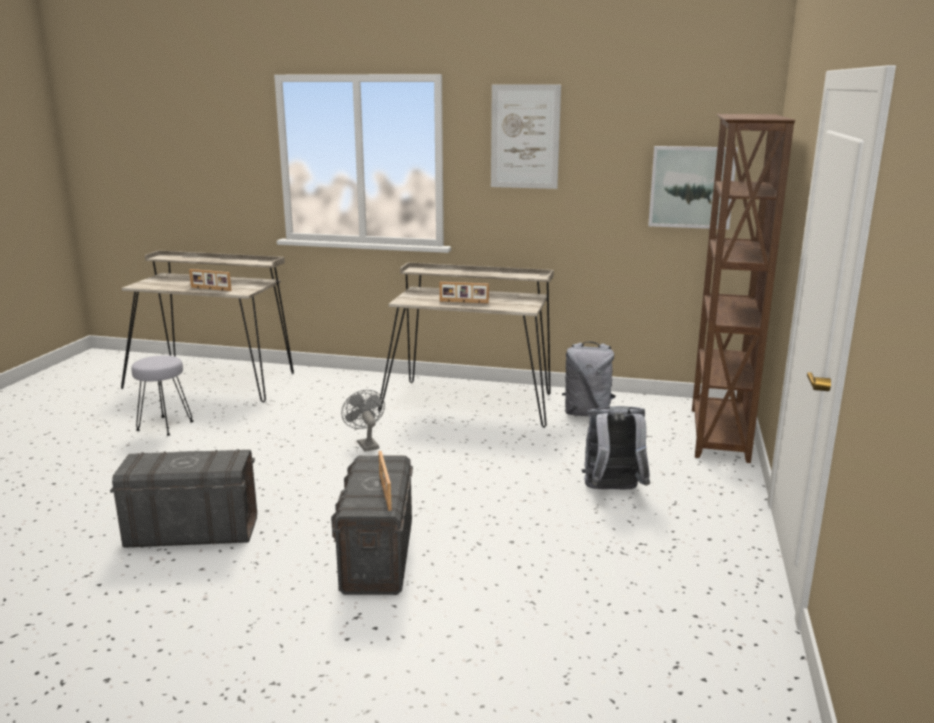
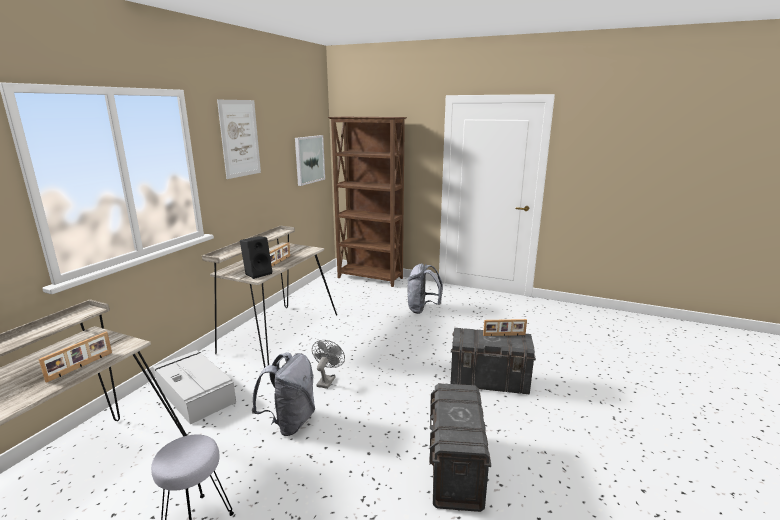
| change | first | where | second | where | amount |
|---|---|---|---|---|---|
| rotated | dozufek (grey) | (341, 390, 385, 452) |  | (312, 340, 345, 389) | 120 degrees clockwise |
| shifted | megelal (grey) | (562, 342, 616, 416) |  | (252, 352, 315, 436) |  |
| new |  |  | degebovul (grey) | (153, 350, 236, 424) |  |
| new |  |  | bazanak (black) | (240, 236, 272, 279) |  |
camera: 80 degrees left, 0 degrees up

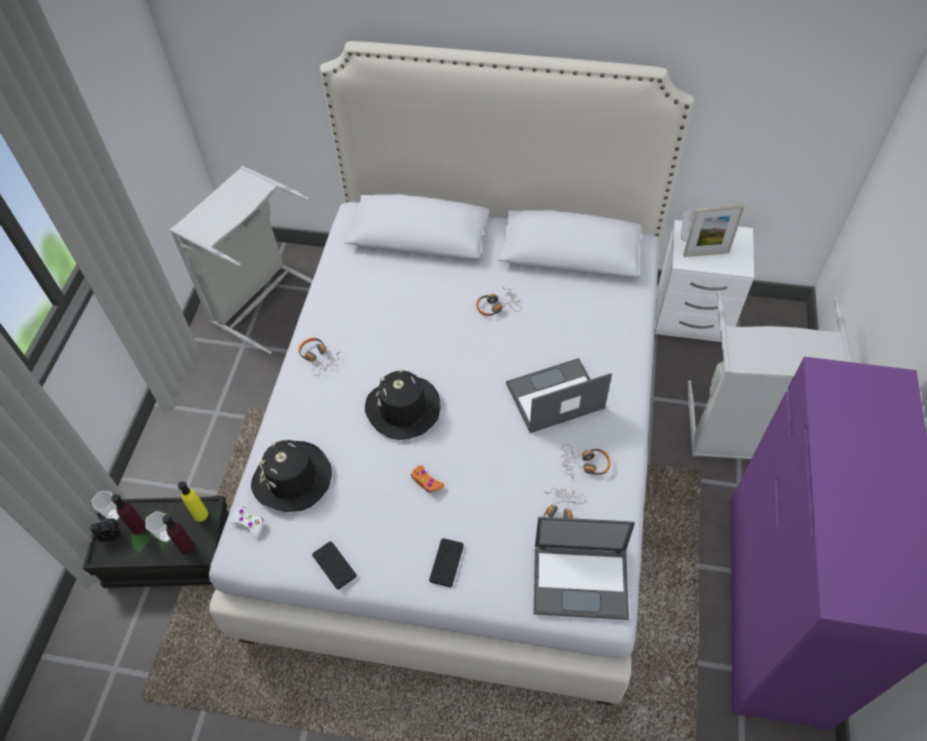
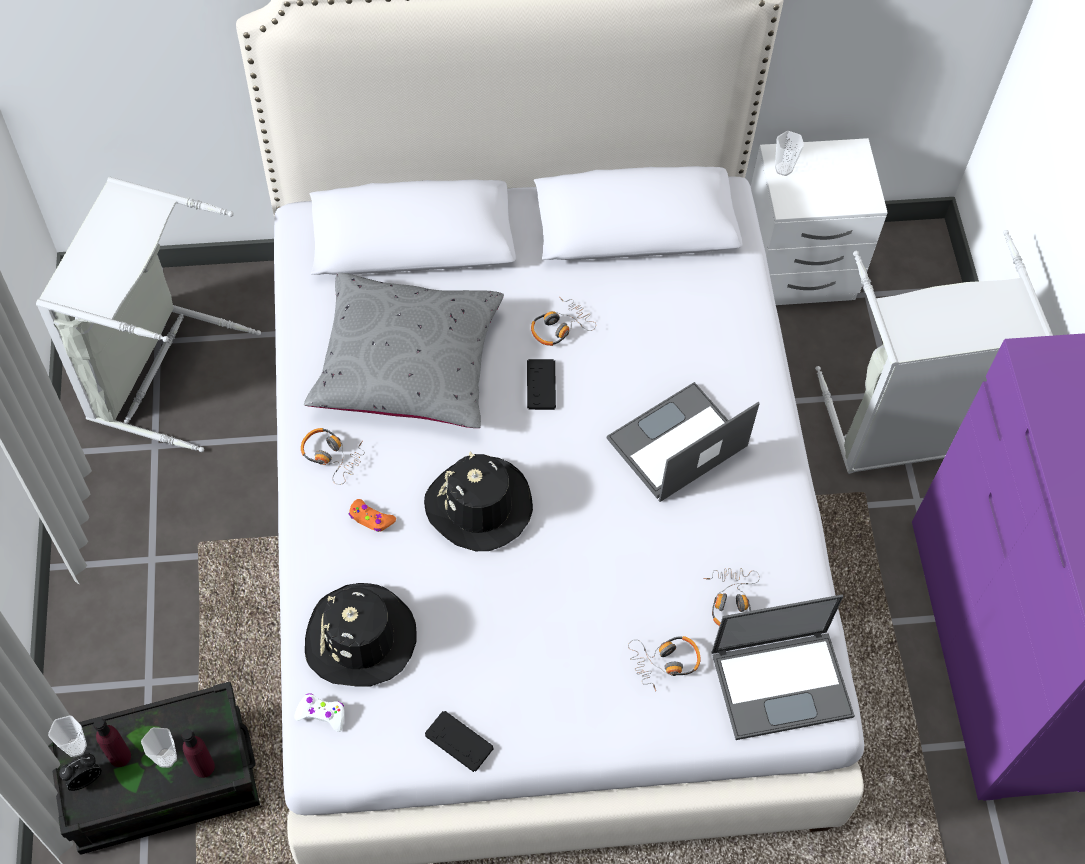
| change | first | where | second | where | amount |
|---|---|---|---|---|---|
| gone | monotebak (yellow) | (178, 481, 208, 522) |  |  |  |
| shifted | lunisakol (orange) | (411, 465, 444, 493) |  | (349, 499, 396, 532) |  |
| shifted | lunisakol (black) | (429, 538, 464, 587) |  | (527, 359, 556, 410) |  |
| shifted | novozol | (561, 444, 610, 478) |  | (628, 636, 701, 691) |  |
| gone | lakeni | (683, 205, 745, 257) |  |  |  |
| new |  |  | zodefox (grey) | (304, 273, 504, 428) |  |
camera: 20 degrees left, 5 degrees up

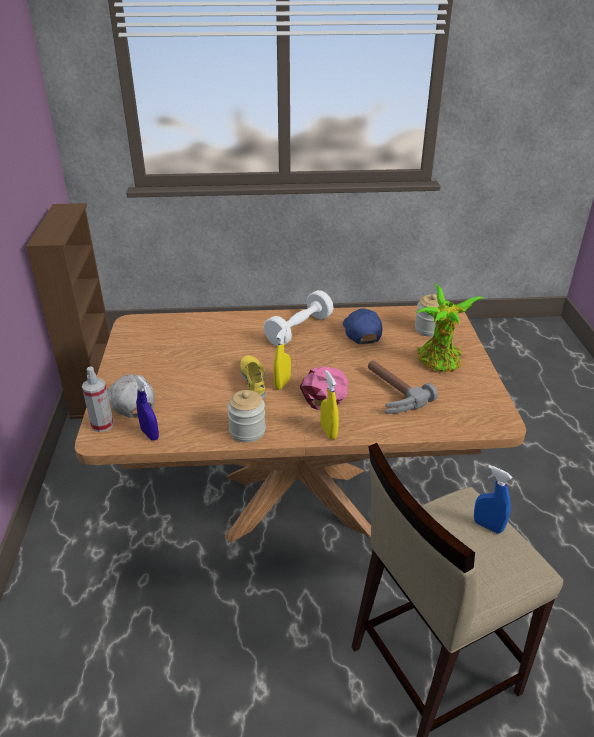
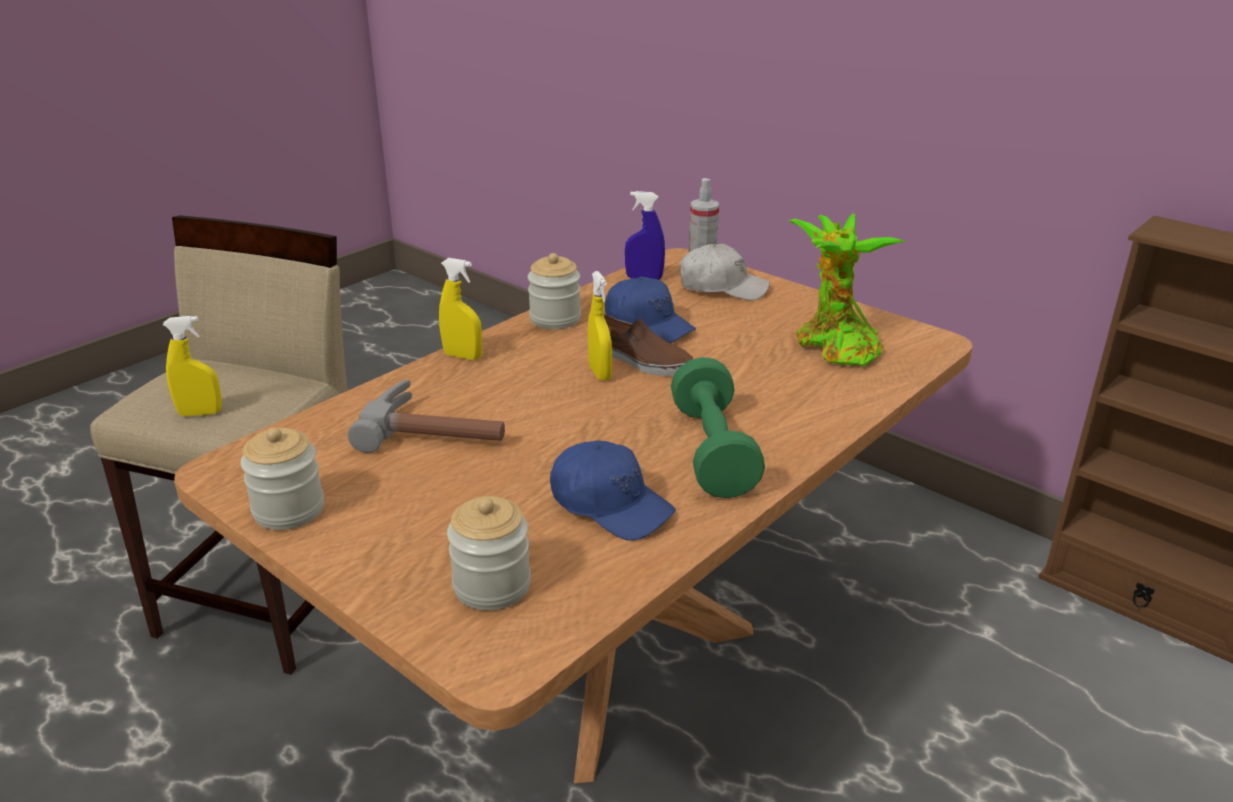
| change | first | where | second | where | amount |
|---|---|---|---|---|---|
| repainted | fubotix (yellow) | (240, 355, 266, 399) | fubotix (brown) | (604, 314, 693, 376) |  |
| repainted | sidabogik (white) | (264, 290, 334, 346) | sidabogik (green) | (671, 357, 765, 498) |  |
| gone | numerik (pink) | (300, 366, 348, 410) |  |  |  |
| shifted | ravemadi | (417, 284, 484, 372) |  | (789, 213, 906, 367) |  |
| repainted | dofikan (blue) | (474, 465, 512, 533) | dofikan (yellow) | (163, 316, 222, 416) |  |
| new |  |  | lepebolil | (240, 427, 324, 530) |  |
| new |  |  | numerik (blue) | (605, 277, 696, 343) |  |
camera: 135 degrees right, 5 degrees down

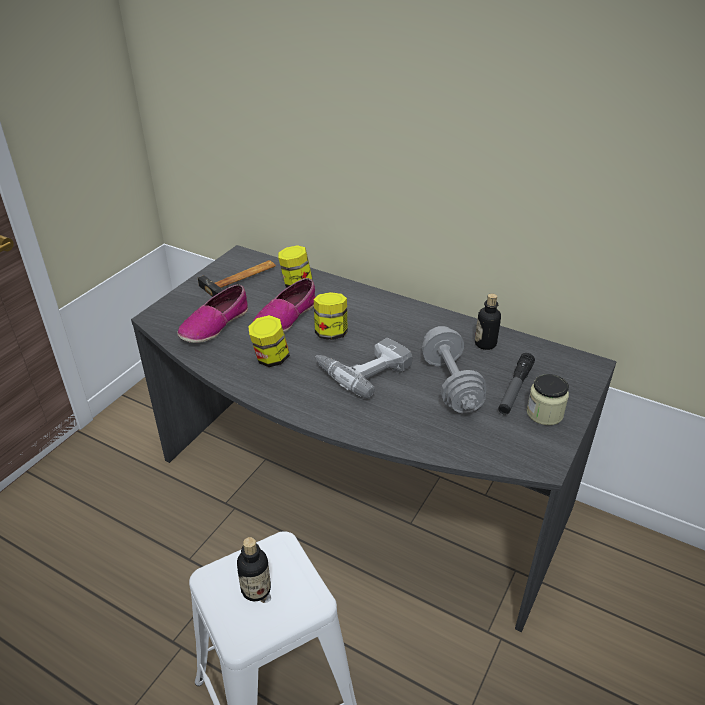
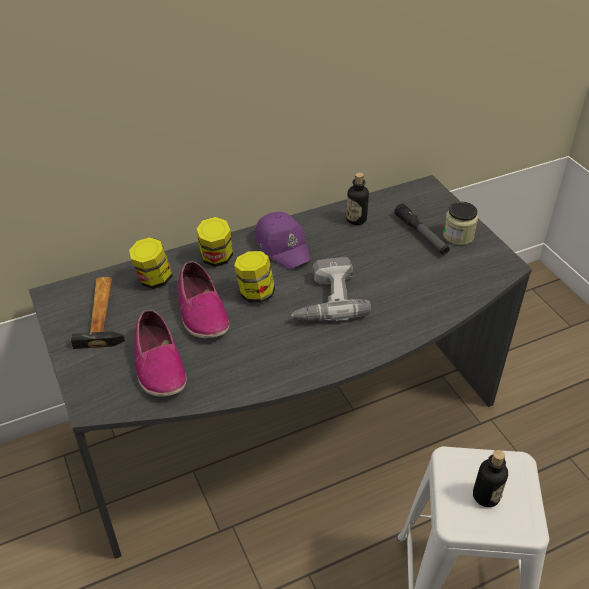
| change | first | where | second | where | amount |
|---|---|---|---|---|---|
| shifted | lepebolil | (248, 315, 290, 367) |  | (196, 217, 233, 267) |  |
| gone | sidabogik (grey) | (422, 326, 486, 413) |  |  |  |
| new |  |  | numerik (purple) | (255, 212, 311, 269) |  |
camera: 55 degrees left, 5 degrees up

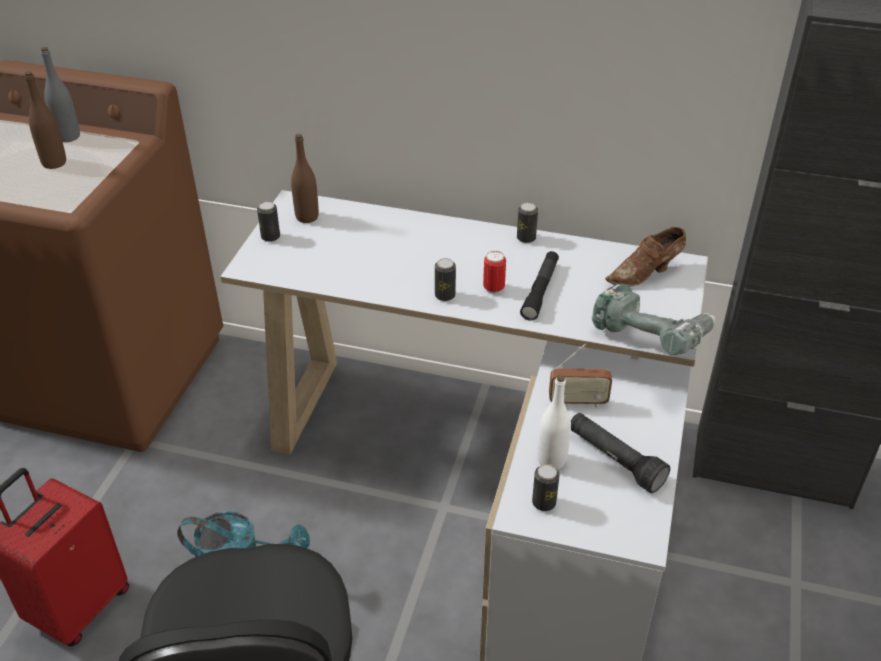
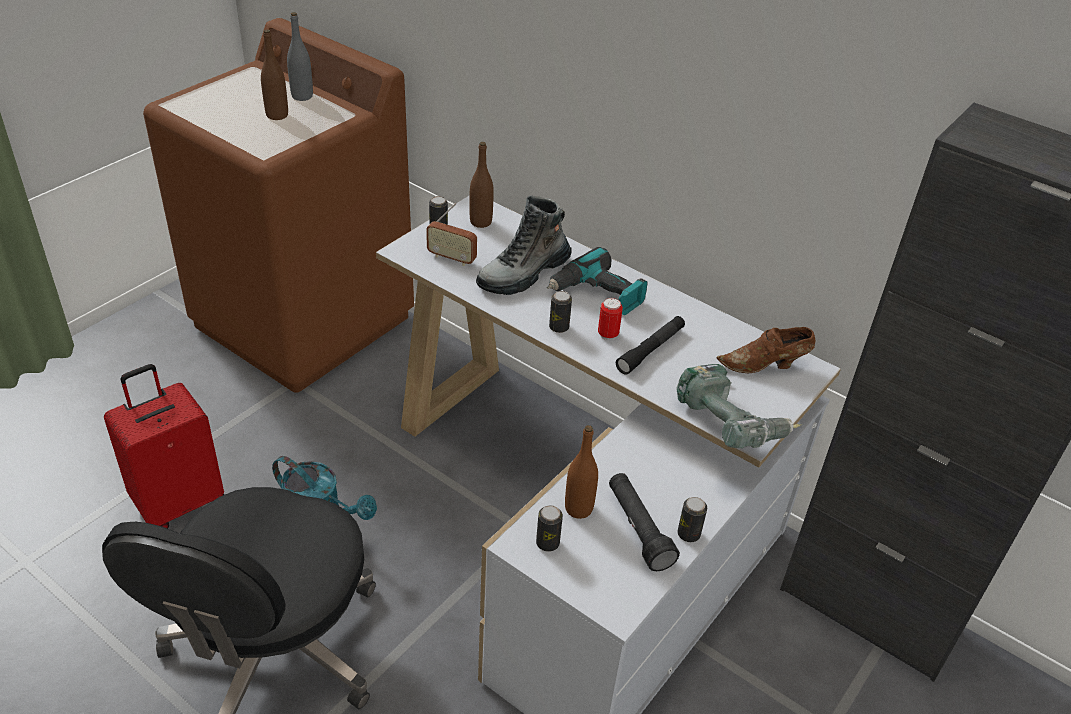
| change | first | where | second | where | amount |
|---|---|---|---|---|---|
| shifted | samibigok | (517, 202, 538, 243) |  | (677, 497, 707, 542) |  |
| repainted | monotebak (white) | (538, 375, 571, 470) | monotebak (brown) | (565, 425, 598, 519) |  |
| shifted | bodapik | (549, 344, 612, 407) |  | (426, 203, 477, 266) |  |
| new |  |  | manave | (476, 195, 571, 295) |  |
| new |  |  | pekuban | (547, 247, 647, 315) |  |
camera: 20 degrees right, 0 degrees up

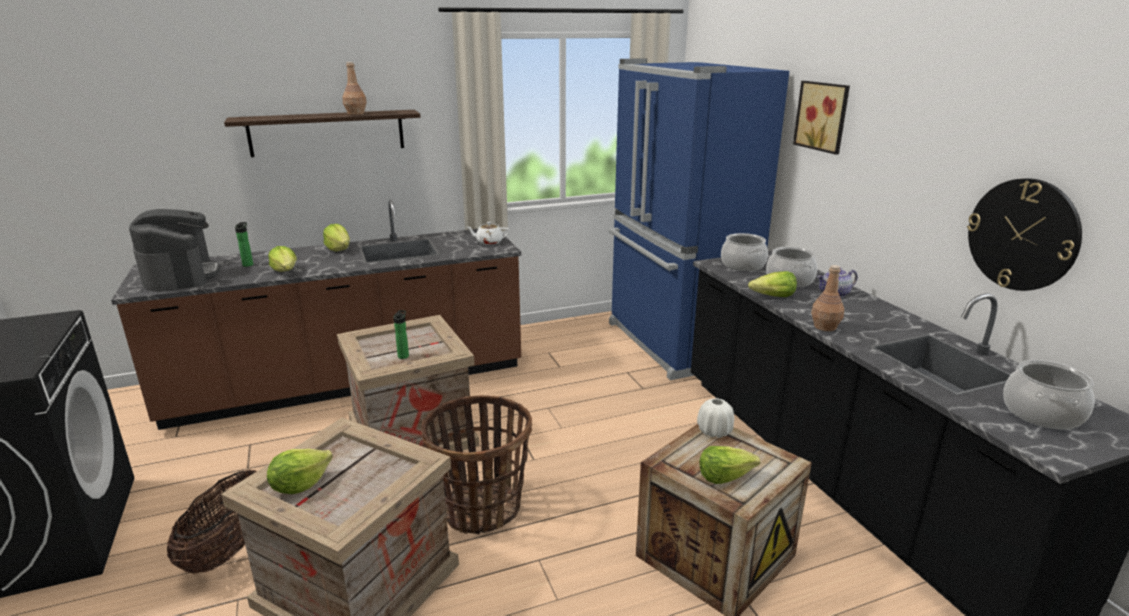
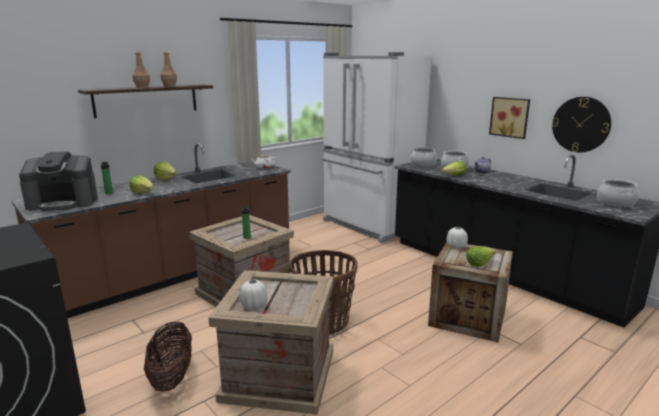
| change | first | where | second | where | amount |
|---|---|---|---|---|---|
| rotated | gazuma | (129, 209, 220, 292) |  | (19, 151, 98, 211) | 120 degrees clockwise |
| swapped | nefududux | (267, 449, 333, 494) | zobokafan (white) | (239, 279, 267, 310) |  |
| repainted | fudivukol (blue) | (609, 58, 789, 380) | fudivukol (white) | (322, 52, 431, 243) |  |
| shifted | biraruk | (793, 81, 850, 155) |  | (489, 97, 530, 139) |  |
| shifted | monotebak (brown) | (811, 265, 844, 331) |  | (133, 51, 150, 88) |  |
camera: 20 degrees left, 5 degrees down

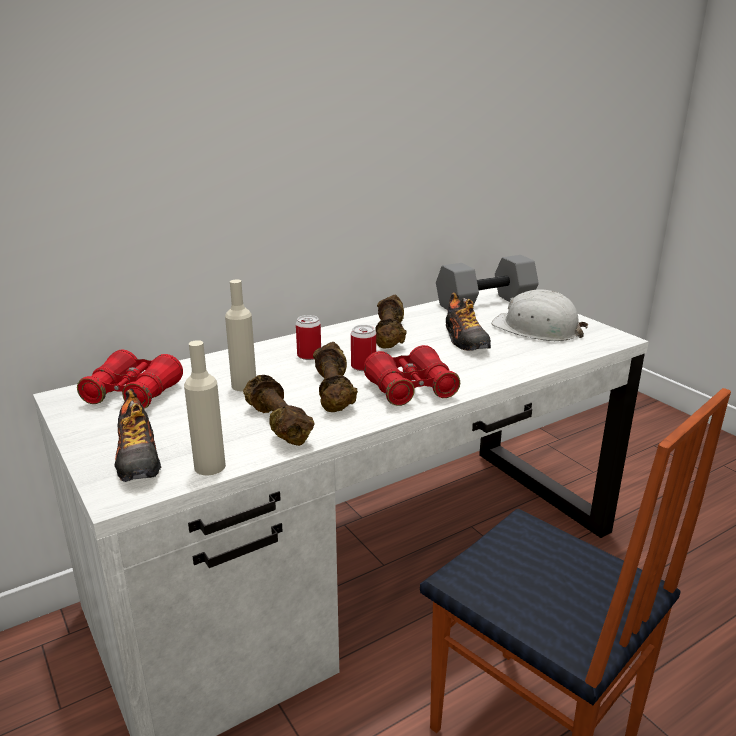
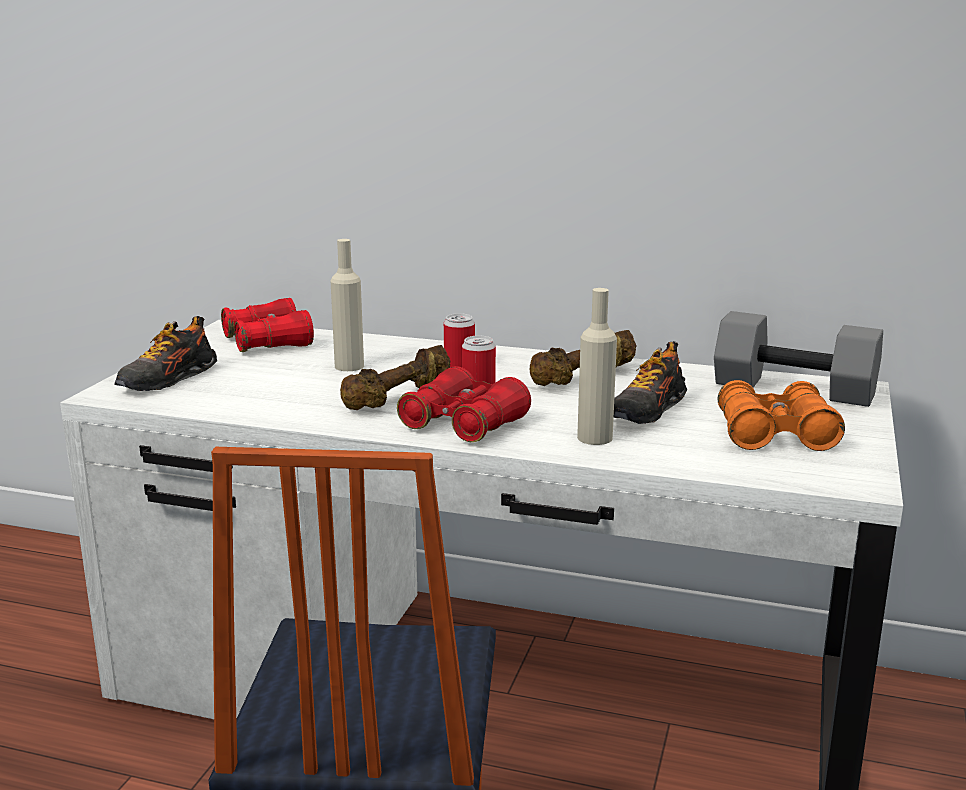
| change | first | where | second | where | amount |
|---|---|---|---|---|---|
| shifted | monotebak (beige) | (184, 340, 226, 475) |  | (577, 288, 617, 445) |  |
| gone | sidabogik (brown) | (243, 375, 314, 446) |  |  |  |
| swapped | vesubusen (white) | (491, 289, 588, 341) | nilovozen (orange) | (718, 380, 845, 451) |  |
camera: 50 degrees right, 5 degrees down

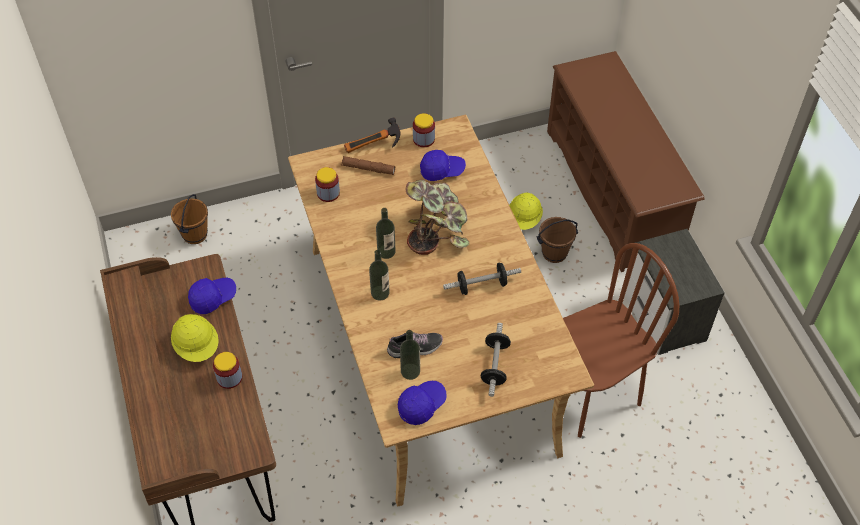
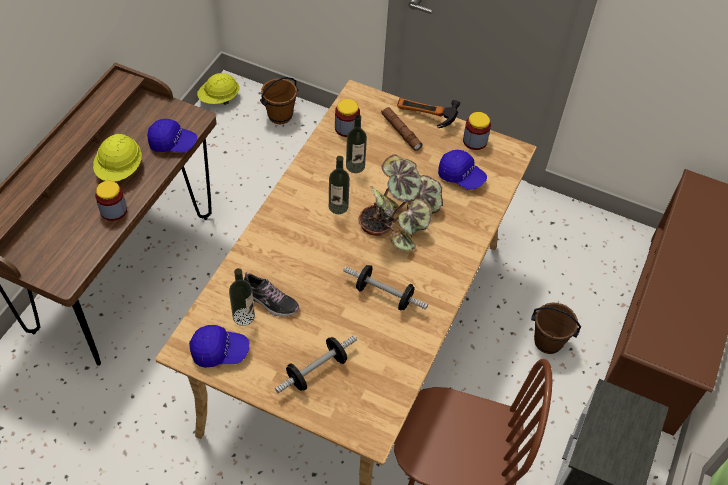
| change | first | where | second | where | amount |
|---|---|---|---|---|---|
| shifted | monotebak | (369, 250, 390, 301) |  | (346, 114, 367, 173) |  |
| shifted | vesubusen (yellow) | (509, 193, 543, 230) |  | (197, 73, 239, 105) |  |
camera: 40 degrees right, 0 degrees up

